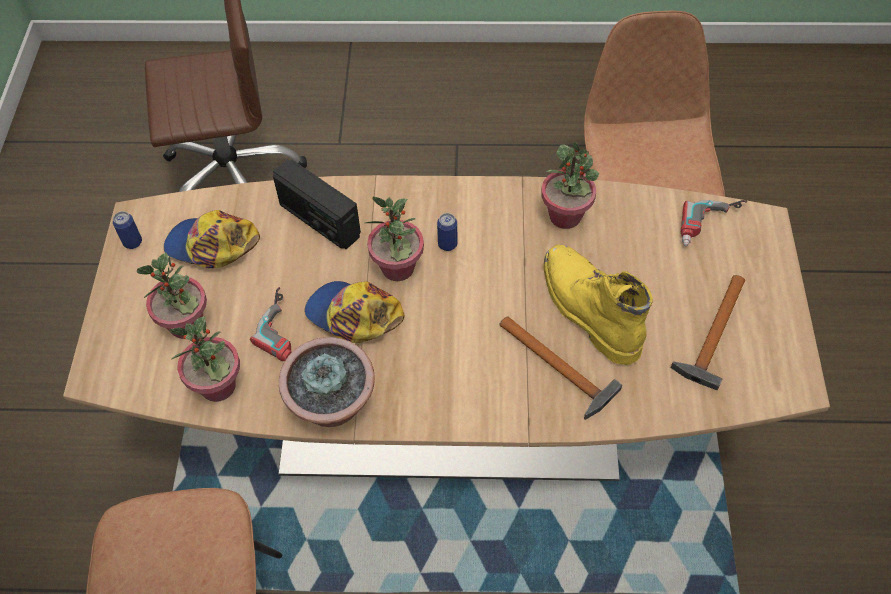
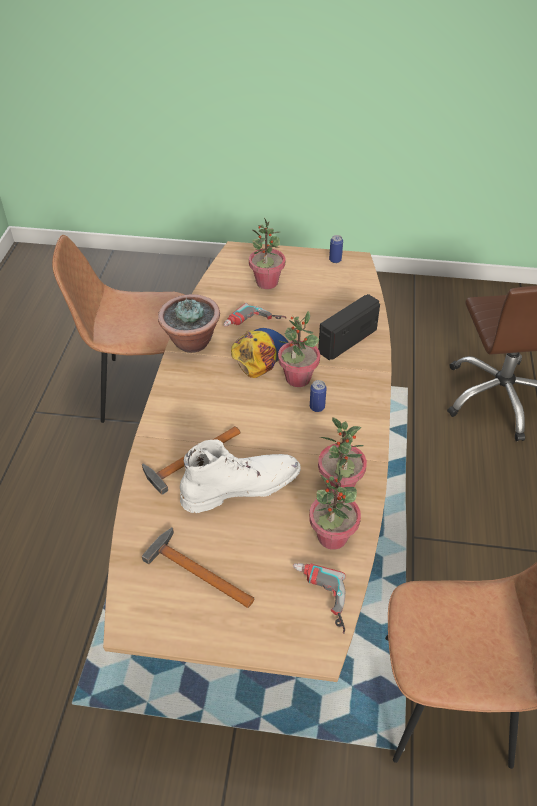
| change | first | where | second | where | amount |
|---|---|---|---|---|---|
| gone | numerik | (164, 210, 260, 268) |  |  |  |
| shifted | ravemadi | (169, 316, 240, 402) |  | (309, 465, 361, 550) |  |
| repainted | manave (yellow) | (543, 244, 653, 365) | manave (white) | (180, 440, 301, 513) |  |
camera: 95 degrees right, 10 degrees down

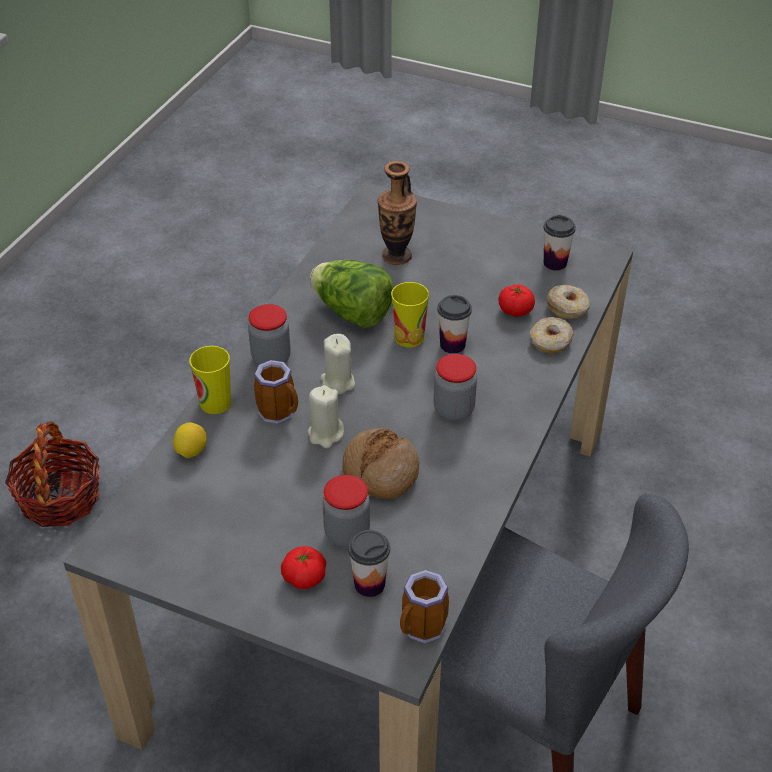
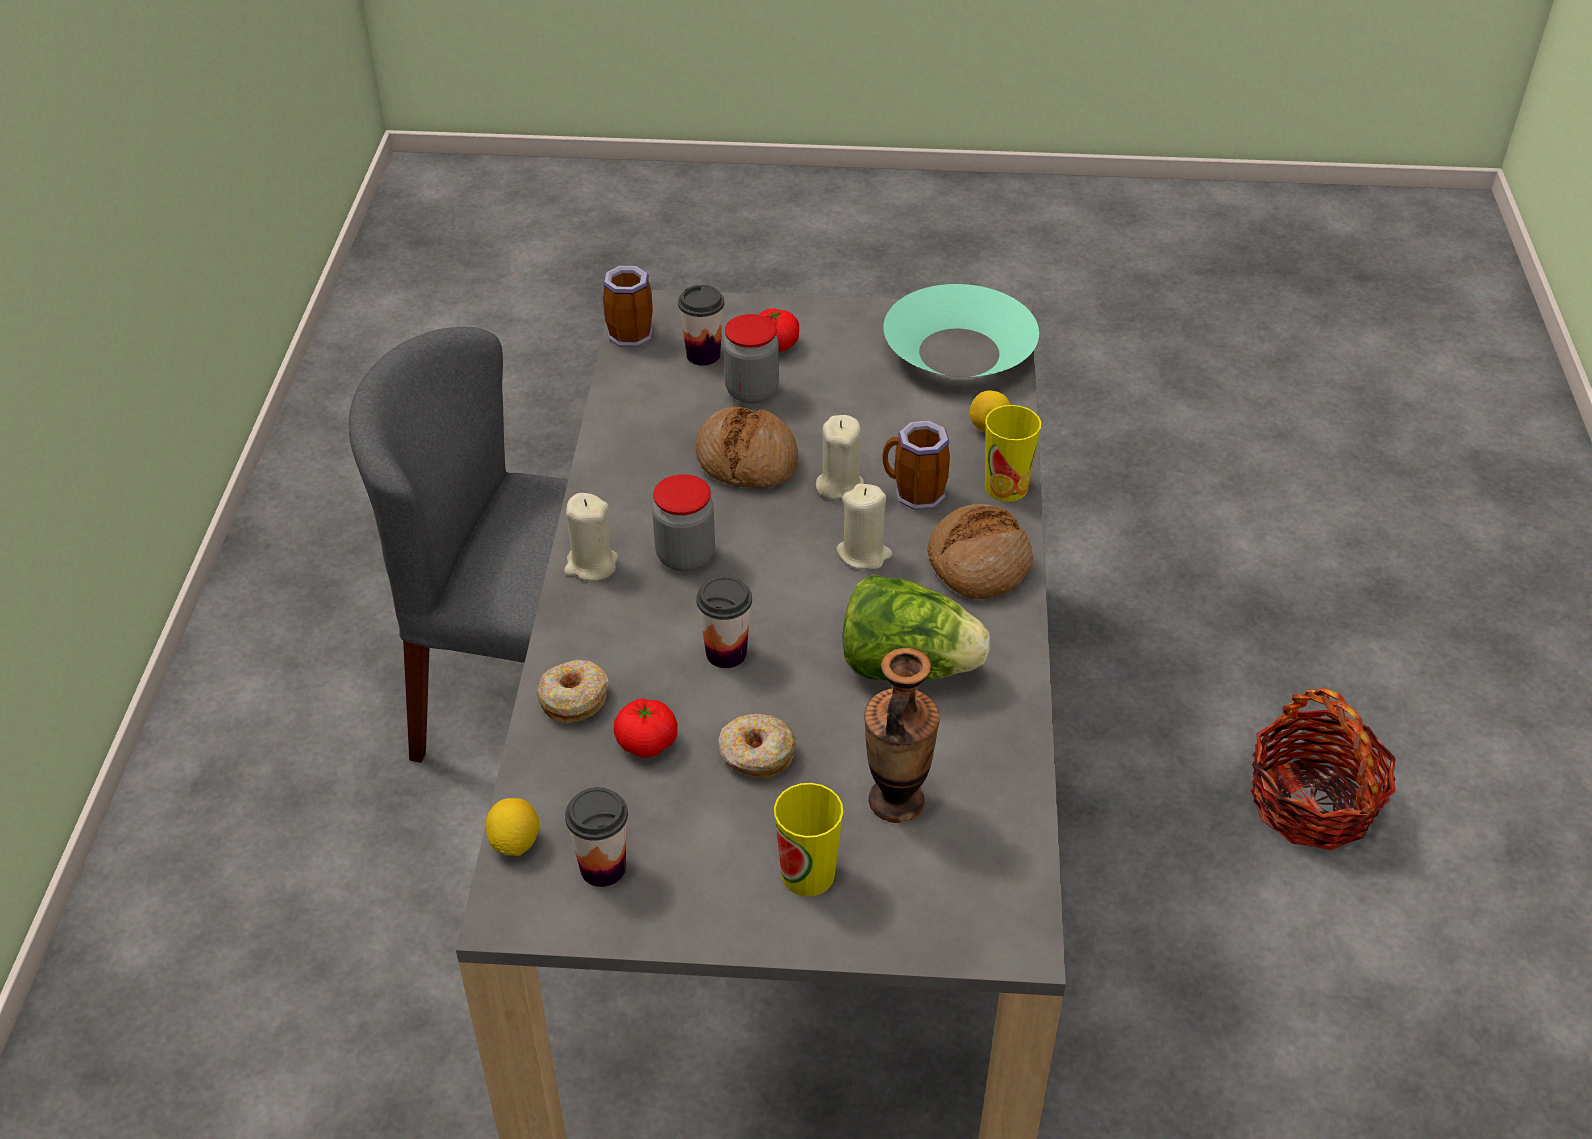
| change | first | where | second | where | amount |
|---|---|---|---|---|---|
| swapped | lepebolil | (248, 304, 291, 365) | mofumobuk | (927, 504, 1033, 599) |  |
| shifted | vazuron | (391, 282, 429, 347) |  | (774, 783, 843, 897) |  |
| shifted | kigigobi | (546, 285, 590, 319) |  | (719, 714, 796, 778) |  |
| new |  |  | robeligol | (486, 798, 539, 856) |  |
| new |  |  | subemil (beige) | (564, 493, 618, 581) |  |
| new |  |  | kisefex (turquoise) | (883, 284, 1039, 377) |  |
camera: 160 degrees right, 0 degrees up

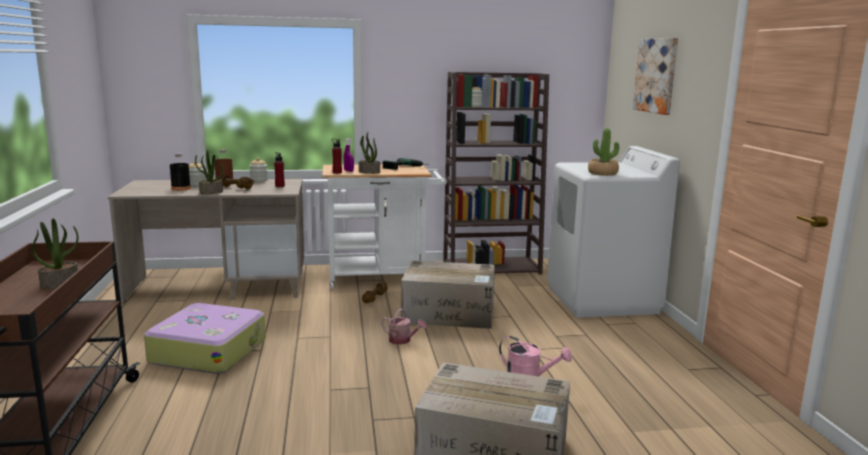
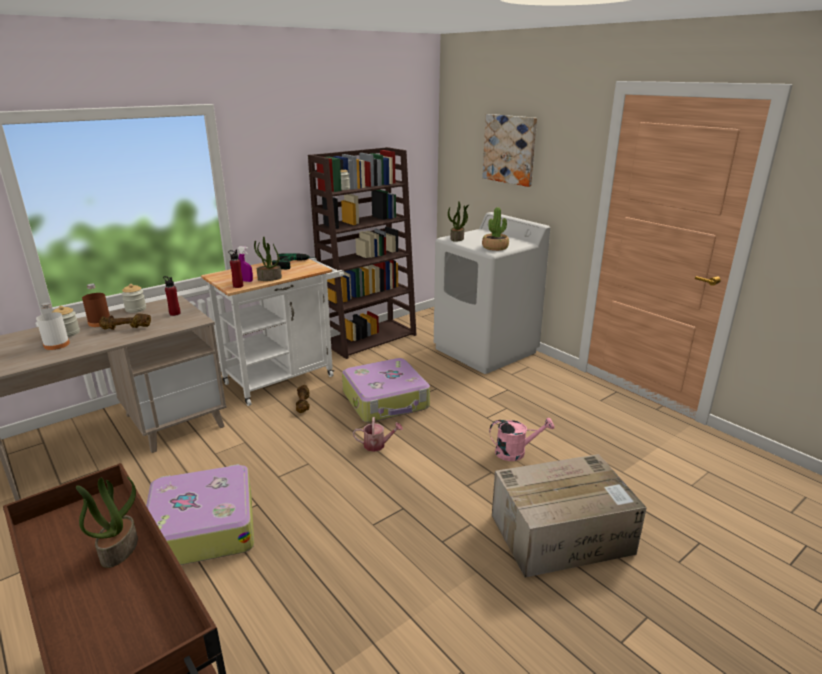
| change | first | where | second | where | amount |
|---|---|---|---|---|---|
| repainted | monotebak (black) | (170, 153, 191, 191) | monotebak (white) | (36, 303, 70, 350) |  |
| shifted | ravemadi | (195, 150, 223, 194) |  | (448, 201, 469, 242) |  |
| swapped | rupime | (401, 260, 495, 329) | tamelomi | (342, 358, 430, 423) |  |
camera: 30 degrees left, 10 degrees up

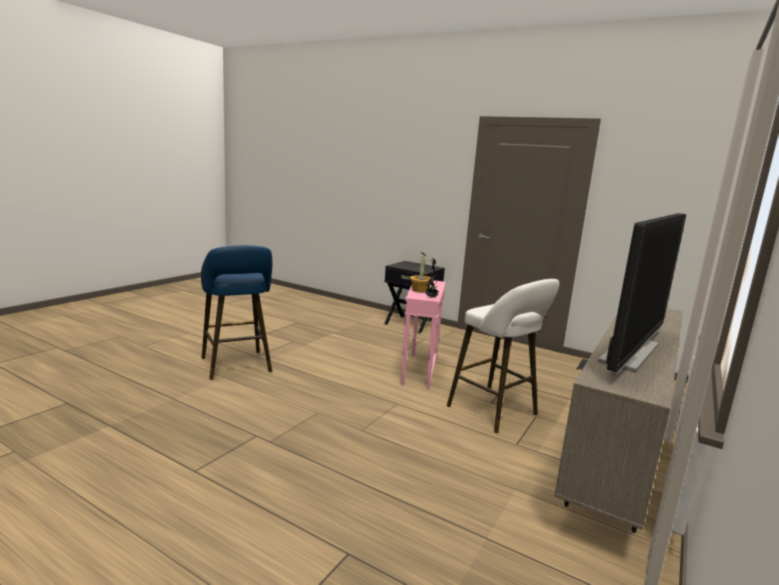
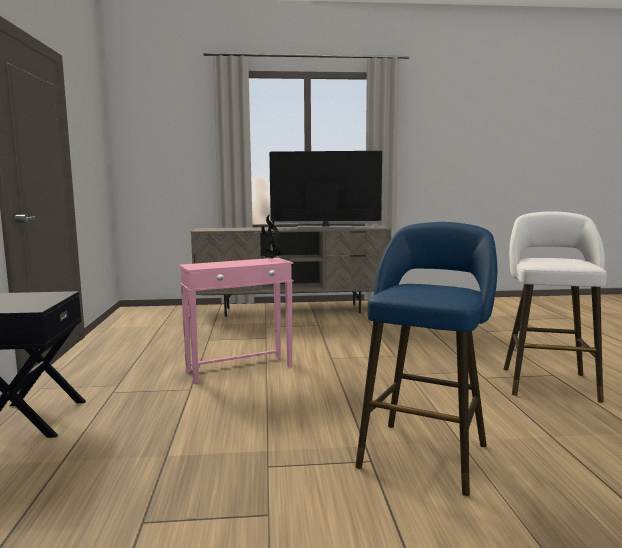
| change | first | where | second | where | amount |
|---|---|---|---|---|---|
| gone | ravemadi | (410, 252, 431, 293) |  |  |  |
| shifted | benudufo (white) | (447, 279, 560, 433) |  | (504, 211, 607, 403) |  |
camera: 125 degrees left, 5 degrees down

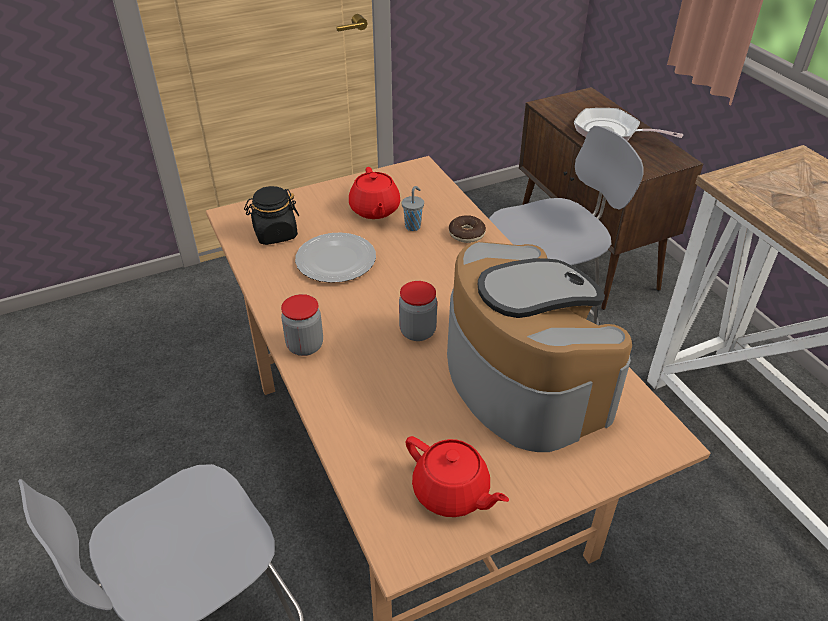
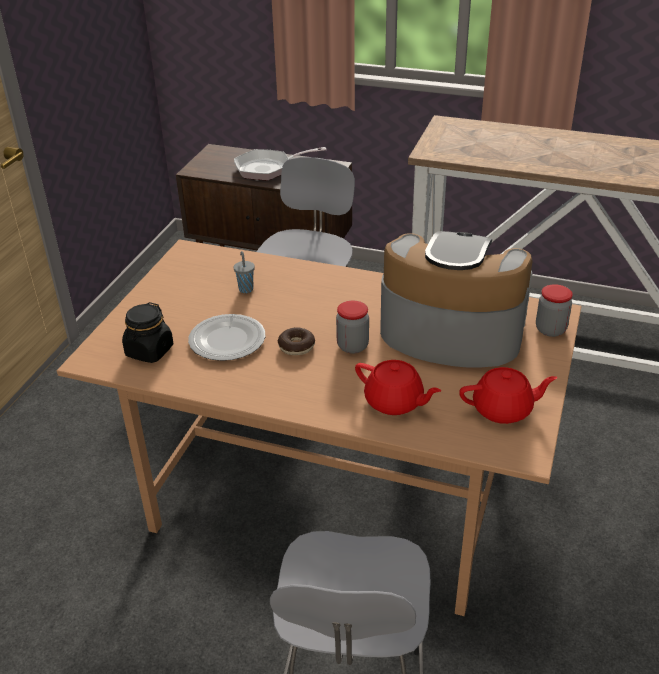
| change | first | where | second | where | amount |
|---|---|---|---|---|---|
| shifted | lepebolil | (281, 294, 323, 356) |  | (536, 284, 573, 337) |  |
| shifted | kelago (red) | (349, 167, 400, 219) |  | (355, 360, 441, 415) |  |
| shifted | kigigobi | (449, 215, 486, 243) |  | (277, 328, 315, 355) |  |
camera: 45 degrees left, 5 degrees down

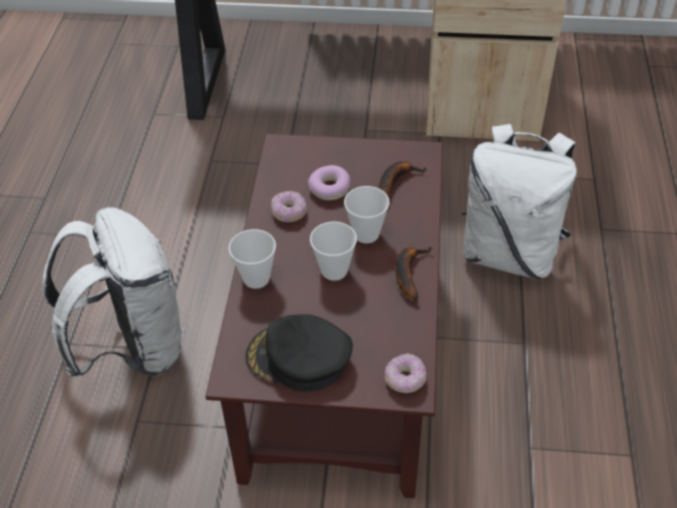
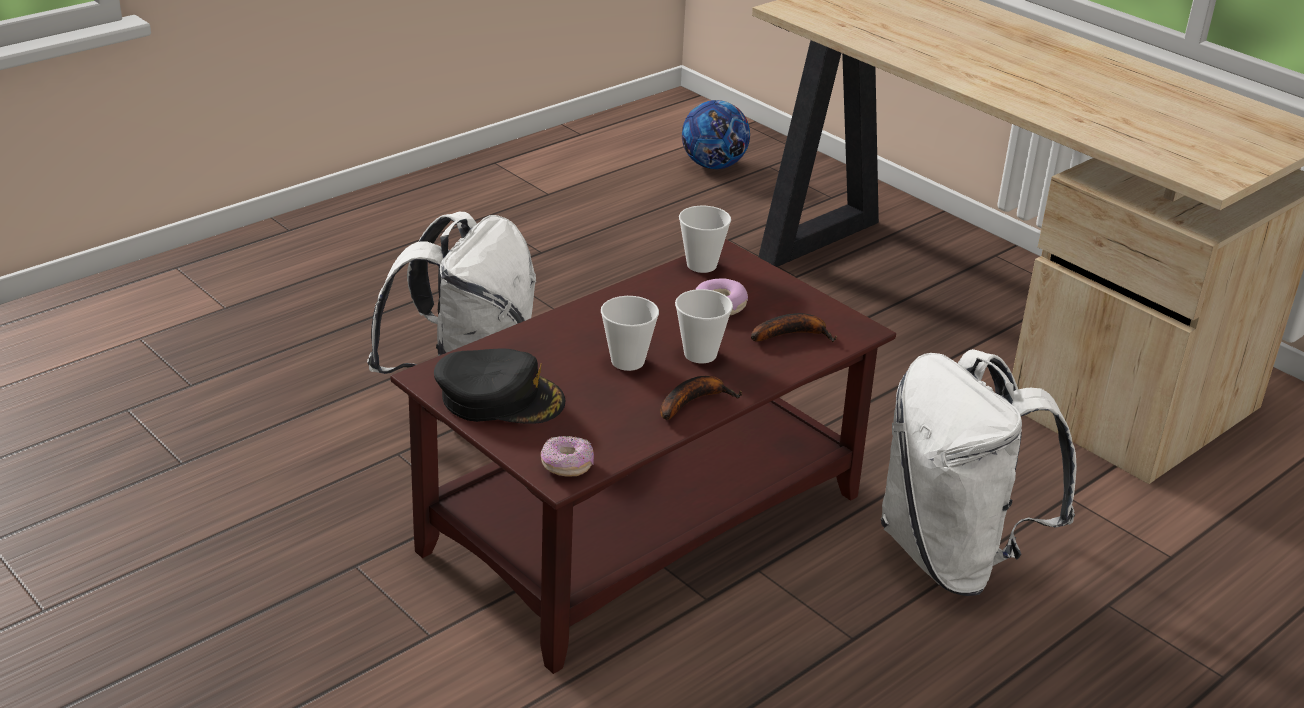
| change | first | where | second | where | amount |
|---|---|---|---|---|---|
| shifted | vazuron | (228, 229, 276, 289) |  | (679, 205, 731, 273) |  |
| rotated | numerik (black) | (245, 314, 353, 392) |  | (434, 348, 565, 424) | 135 degrees clockwise |
| gone | kigigobi | (271, 191, 307, 223) |  |  |  |
| new |  |  | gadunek | (682, 100, 750, 169) |  |
camera: 40 degrees right, 15 degrees down

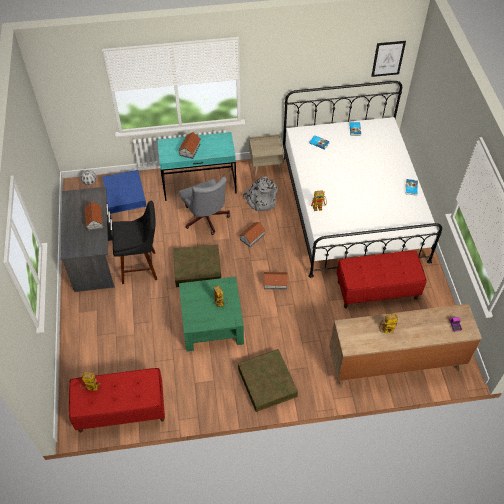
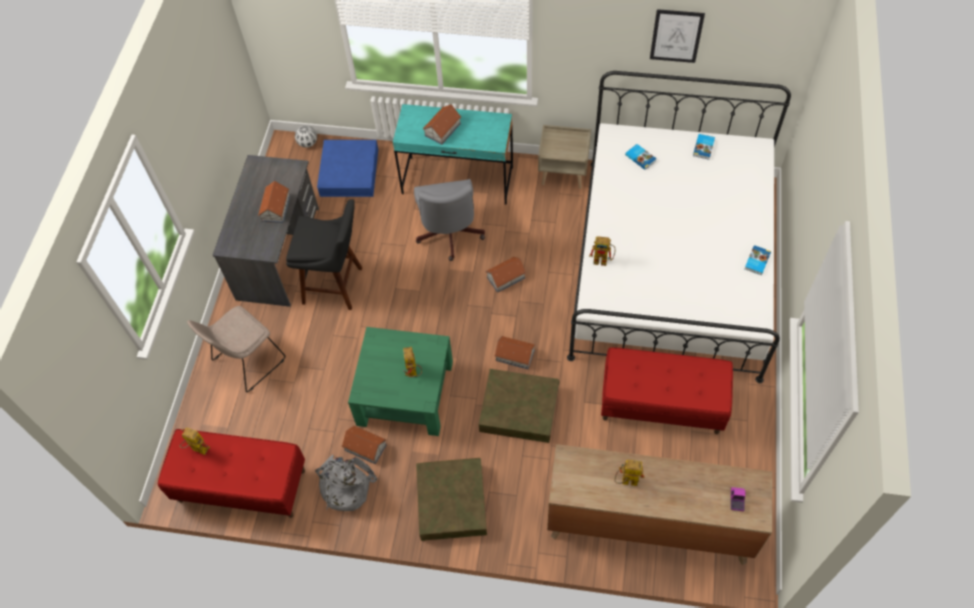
| change | first | where | second | where | amount |
|---|---|---|---|---|---|
| shifted | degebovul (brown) | (173, 244, 221, 287) |  | (478, 369, 560, 443) |  |
| shifted | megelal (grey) | (243, 177, 278, 211) |  | (315, 455, 377, 511) |  |
| shifted | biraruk | (371, 41, 406, 77) |  | (650, 9, 705, 63) |  |
| new |  |  | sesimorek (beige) | (187, 306, 285, 392) |  |
| new |  |  | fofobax | (342, 425, 387, 464) |  |
camera: 20 degrees right, 5 degrees up

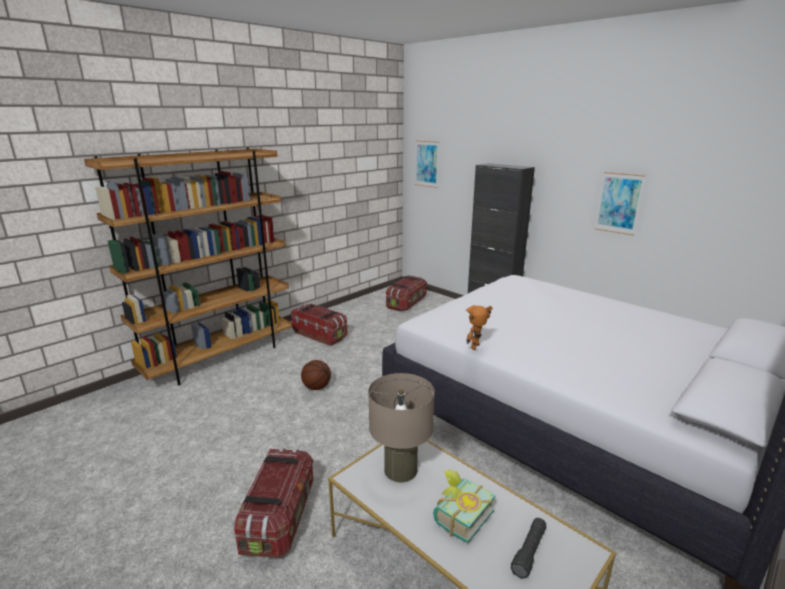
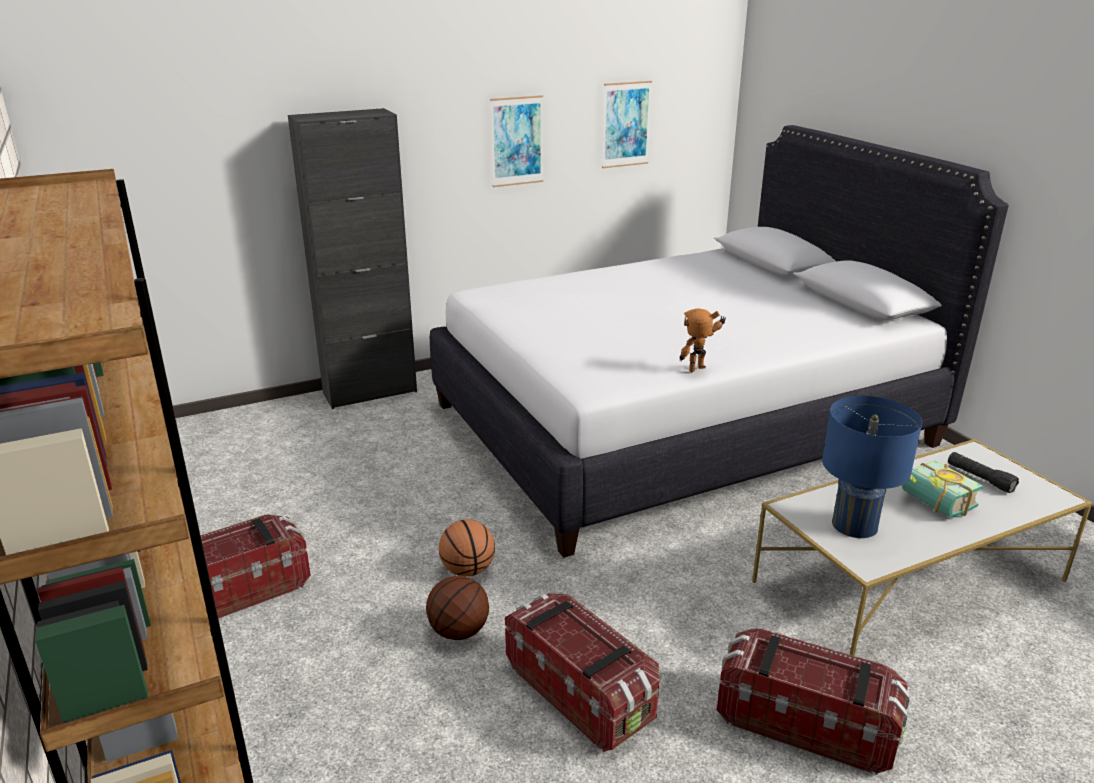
| change | first | where | second | where | amount |
|---|---|---|---|---|---|
| repainted | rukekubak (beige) | (368, 373, 435, 482) | rukekubak (blue) | (822, 396, 922, 538) |  |
| shifted | degebovul | (386, 275, 427, 311) |  | (505, 593, 659, 752) |  |
| shifted | biraruk | (415, 141, 439, 188) |  | (602, 81, 652, 168) |  |
| rotated | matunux | (466, 305, 493, 350) |  | (680, 308, 726, 372) | 90 degrees clockwise |
| new |  |  | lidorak | (439, 519, 495, 577) |  |
camera: 70 degrees left, 5 degrees up

